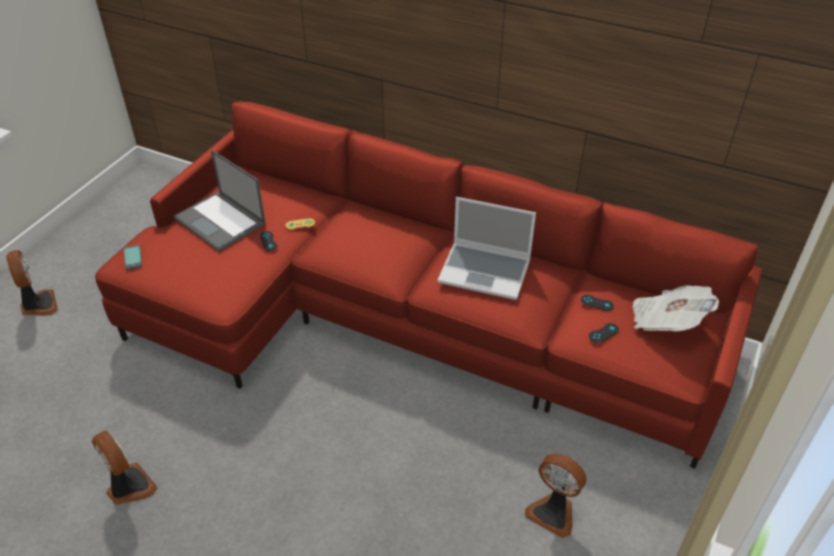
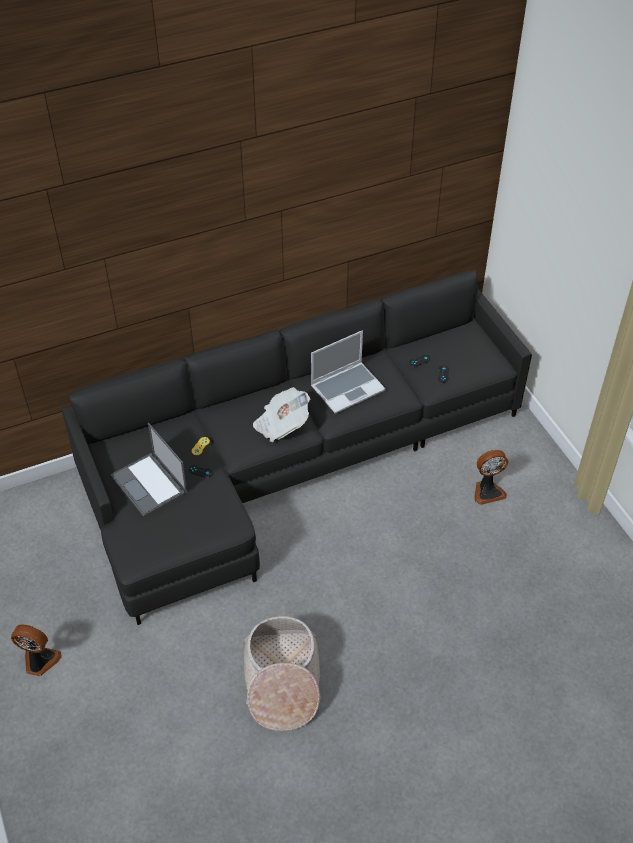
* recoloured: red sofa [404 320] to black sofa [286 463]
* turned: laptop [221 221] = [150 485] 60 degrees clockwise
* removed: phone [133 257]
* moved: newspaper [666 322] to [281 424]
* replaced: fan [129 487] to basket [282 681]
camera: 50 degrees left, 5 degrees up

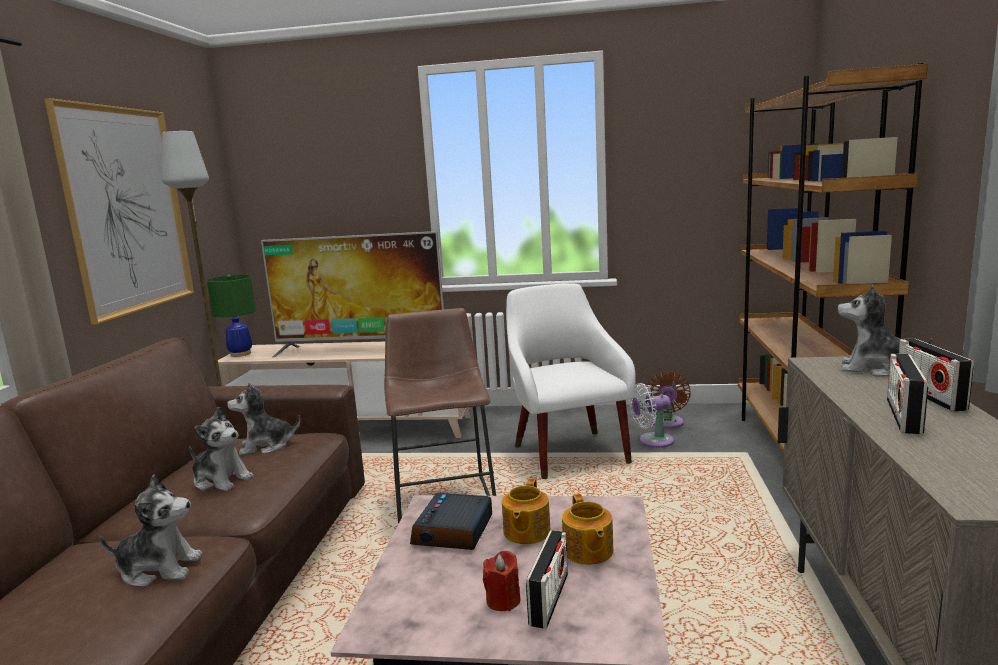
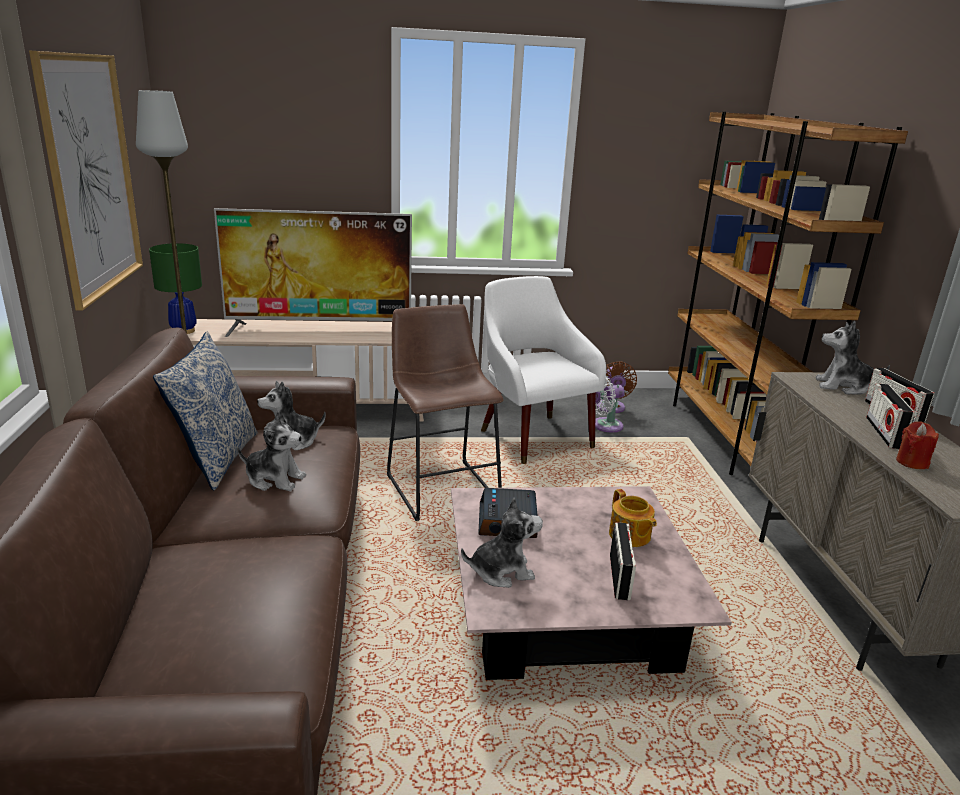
* moved: plush toy [159 569] to [501 571]
* removed: teapot [526 532]
* moved: red candle [503 600] to [912 462]
* added: pillow [216 459]
camera: 15 degrees left, 10 degrees up

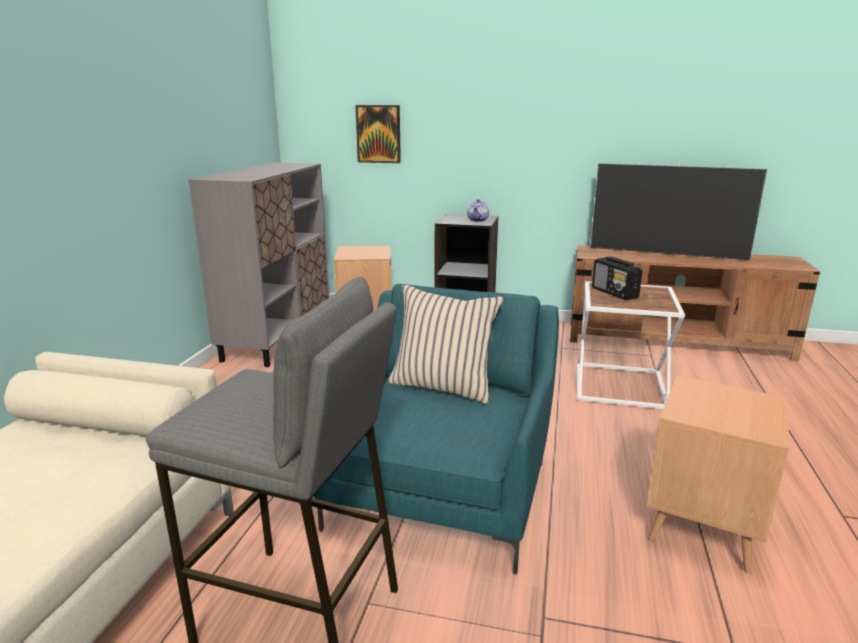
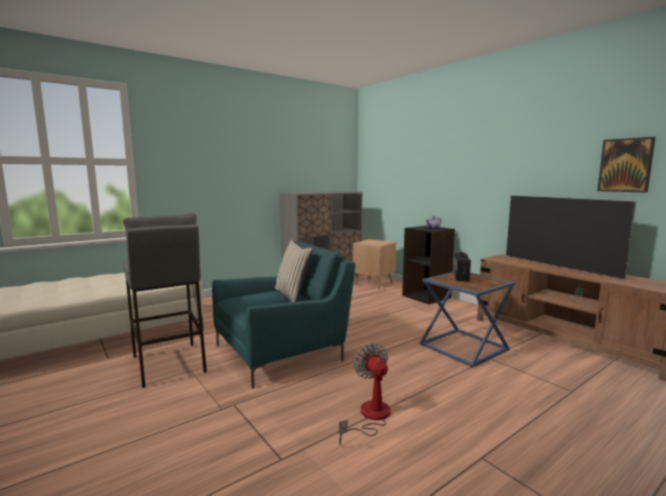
* moved: picture [378 134] to [625 165]
* recoloured: white side table [621 385] to blue side table [465 347]
* replaced: brown side table [702 529] to fan [370 417]
camera: 40 degrees right, 10 degrees down

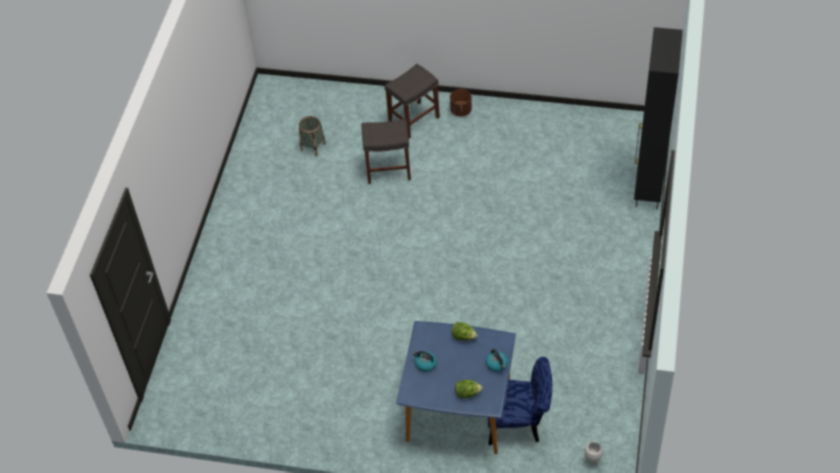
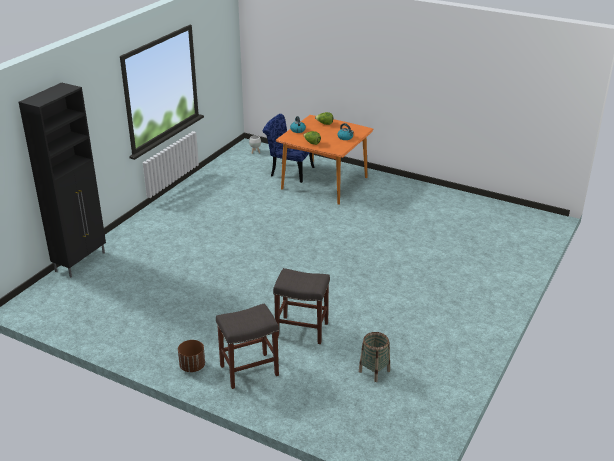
* recoloured: blue dining table [459 409] to orange dining table [324 183]
camera: 165 degrees left, 20 degrees down

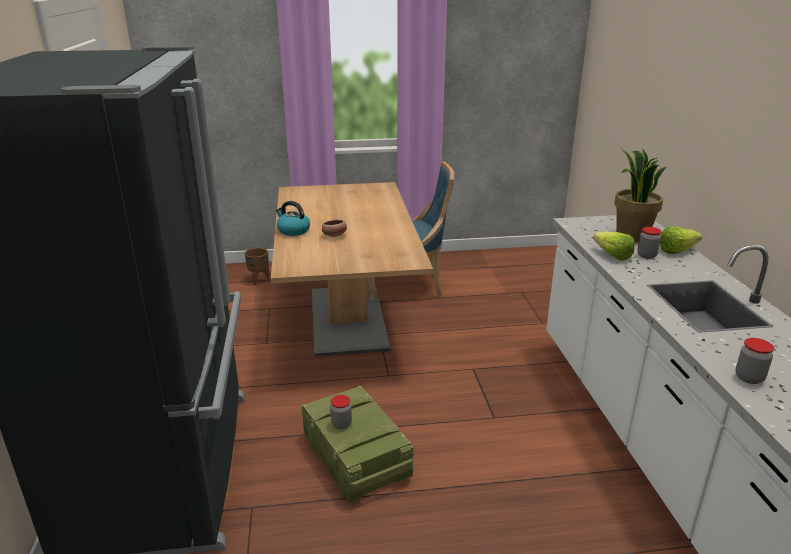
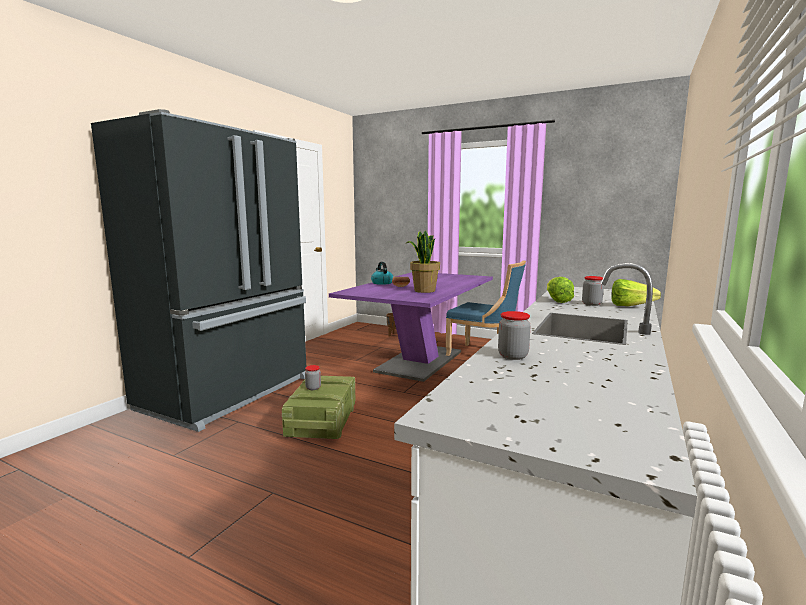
* moved: potted plant [631 236] to [424 291]
* recoloured: brown dining table [347 319] to purple dining table [420 361]
camera: 35 degrees right, 15 degrees down

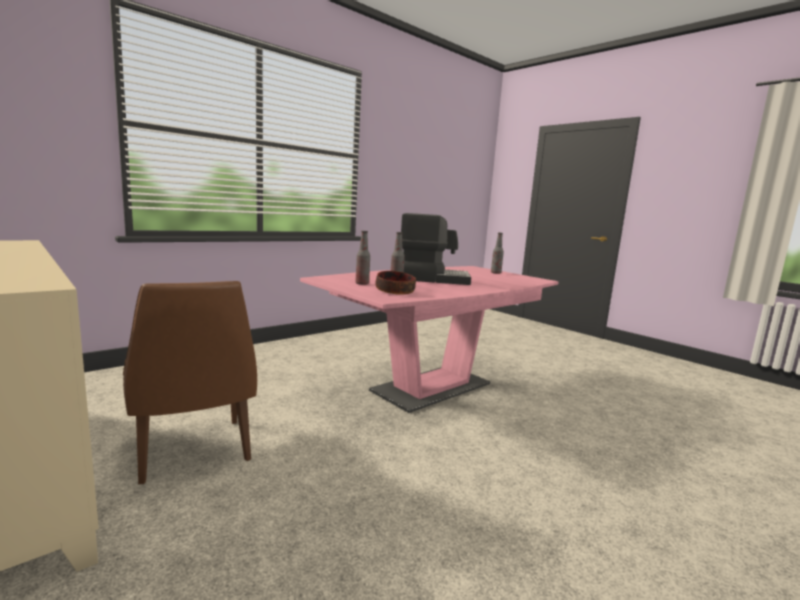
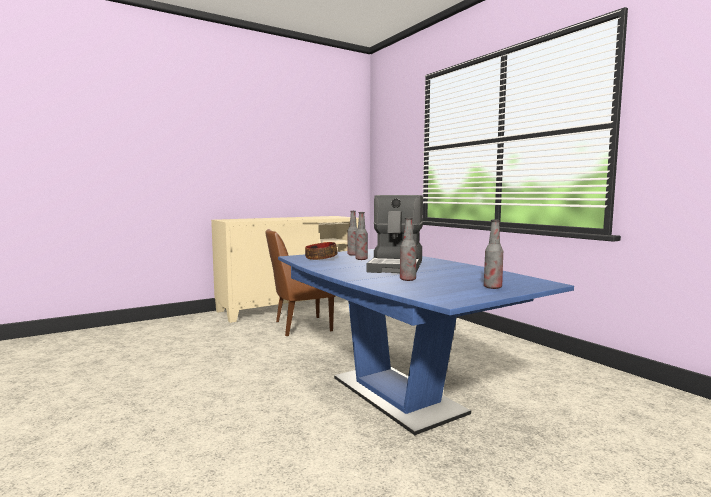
* recoloured: pink dining table [431 387] to blue dining table [396 395]
* added: bottle [407 279]
camera: 100 degrees right, 5 degrees down

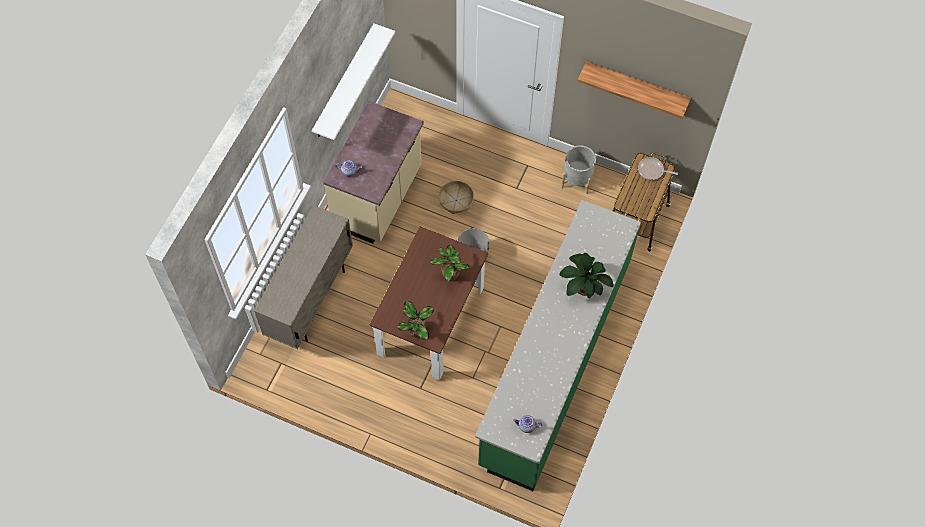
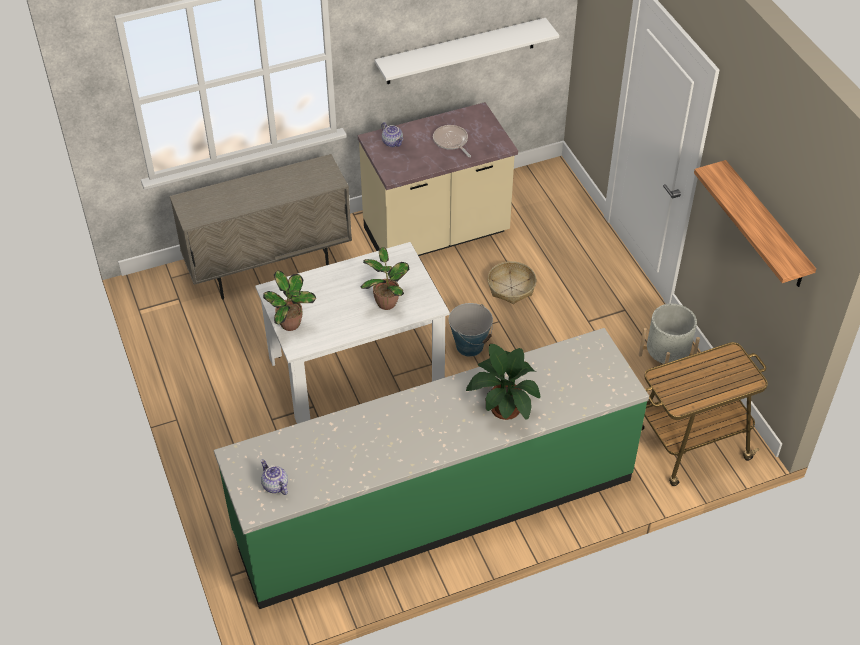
* moved: frying pan [652 170] to [451 142]
* recoloured: brown dining table [431 321] to white dining table [356 370]
camera: 45 degrees right, 15 degrees down

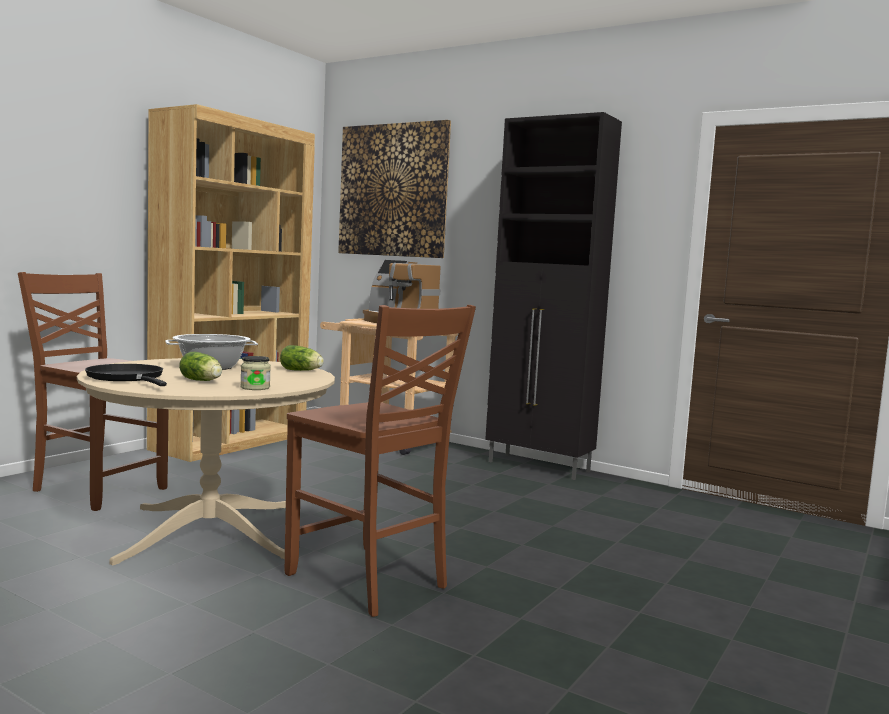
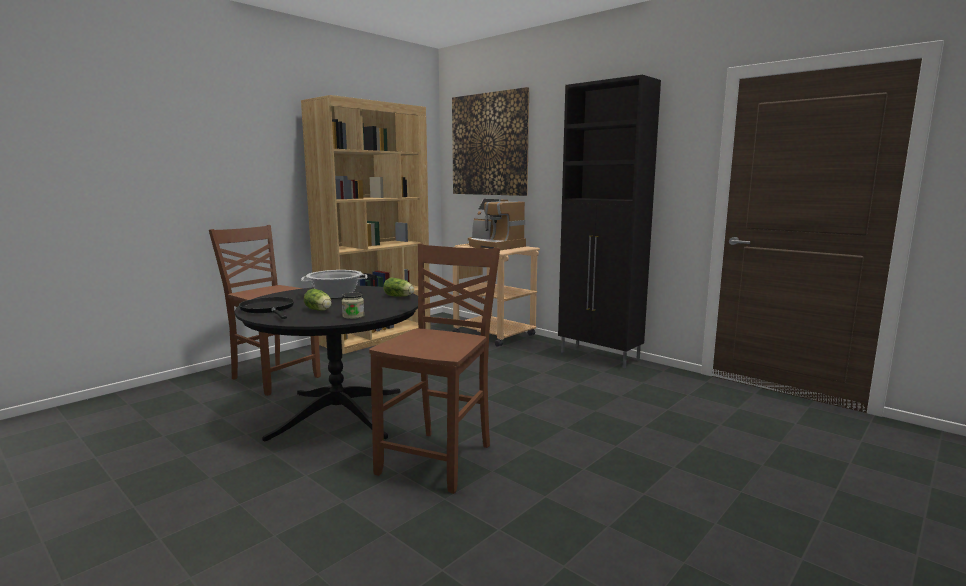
* turned: brown chair [369 581] = [439 459] 120 degrees counterclockwise
* recoloured: beige dining table [209 532] to black dining table [338 414]
camera: 10 degrees right, 5 degrees up

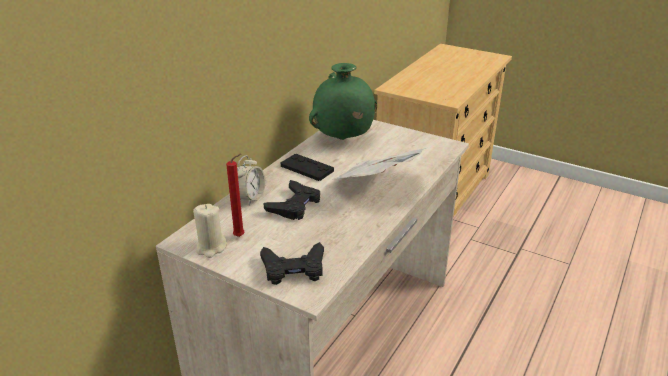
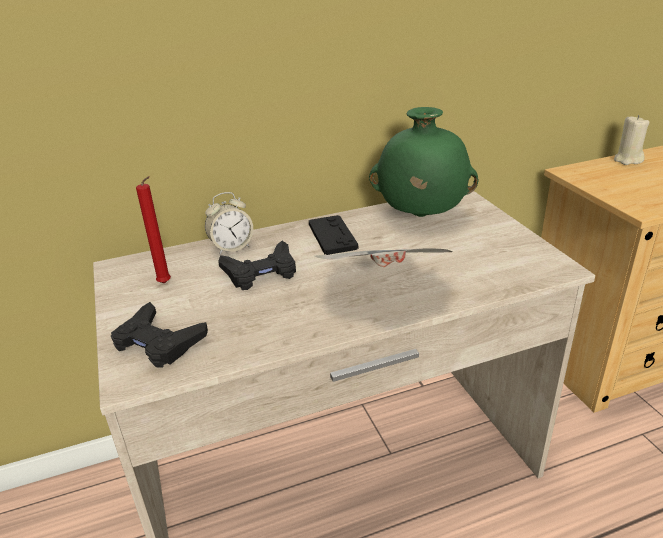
* moved: beige candle [211 248] to [627 160]
camera: 40 degrees right, 0 degrees up

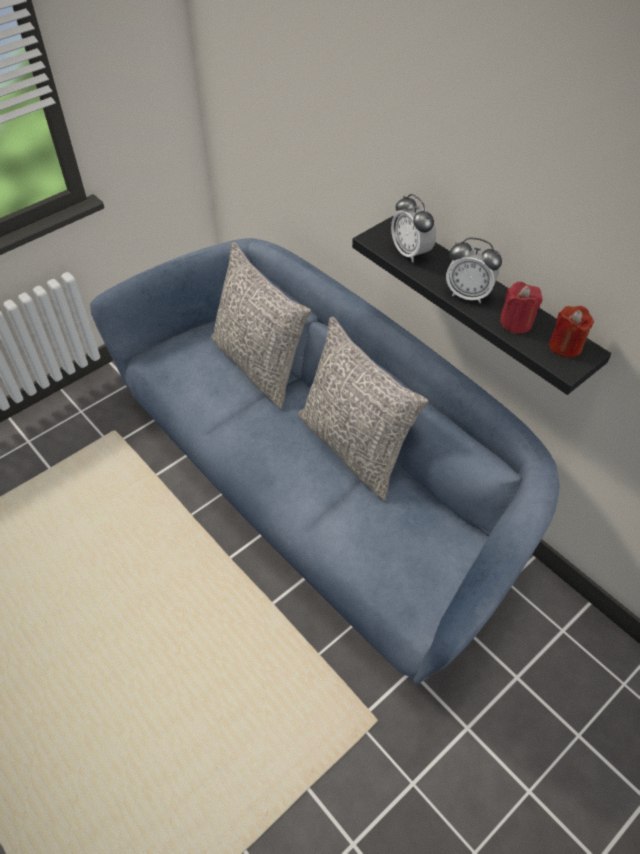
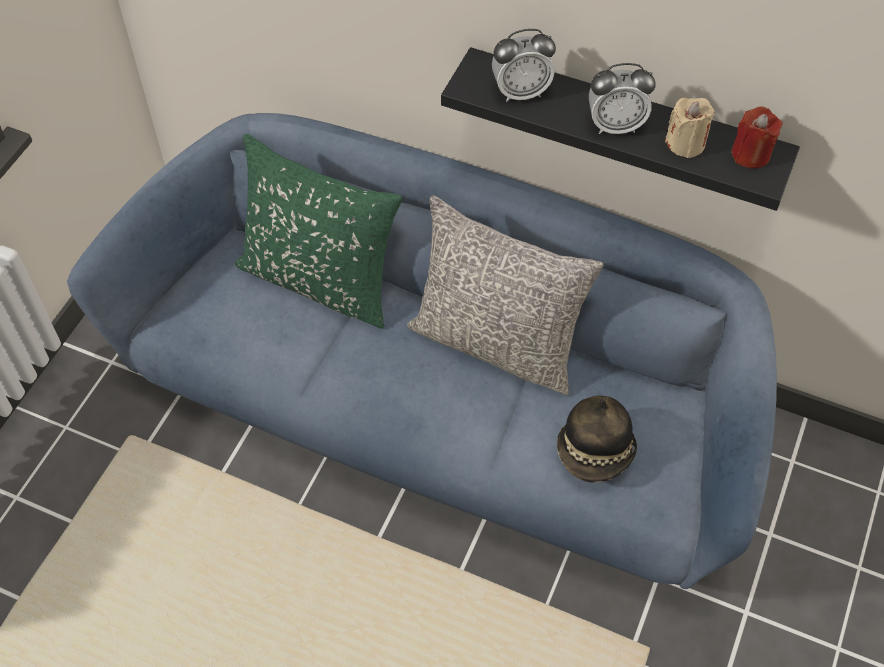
* turned: alarm clock [410 253] = [521 92] 45 degrees counterclockwise
* recoloured: grey pillow [259 365] to green pillow [320 280]
* recoloured: red candle [516 322] to beige candle [685 143]
* added: hat [596 452]
camera: 25 degrees left, 5 degrees up

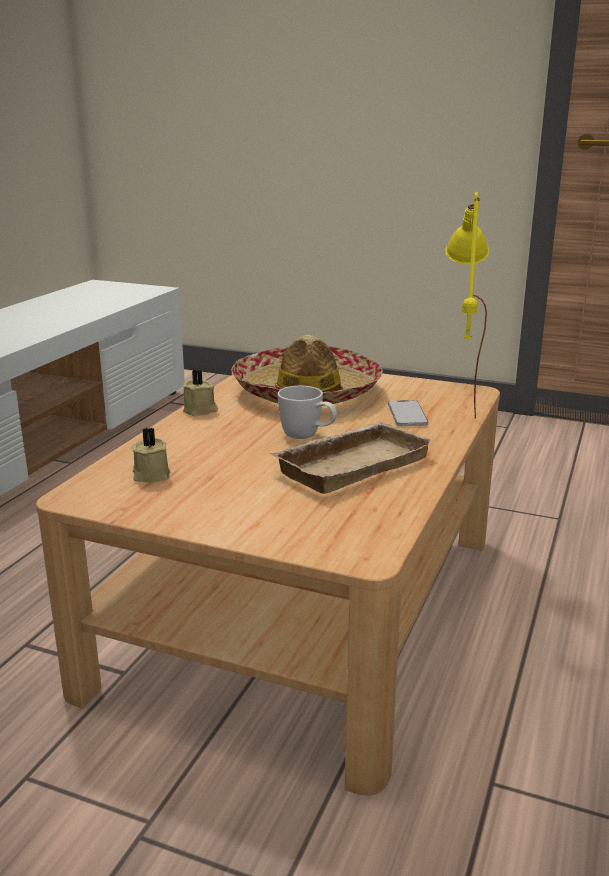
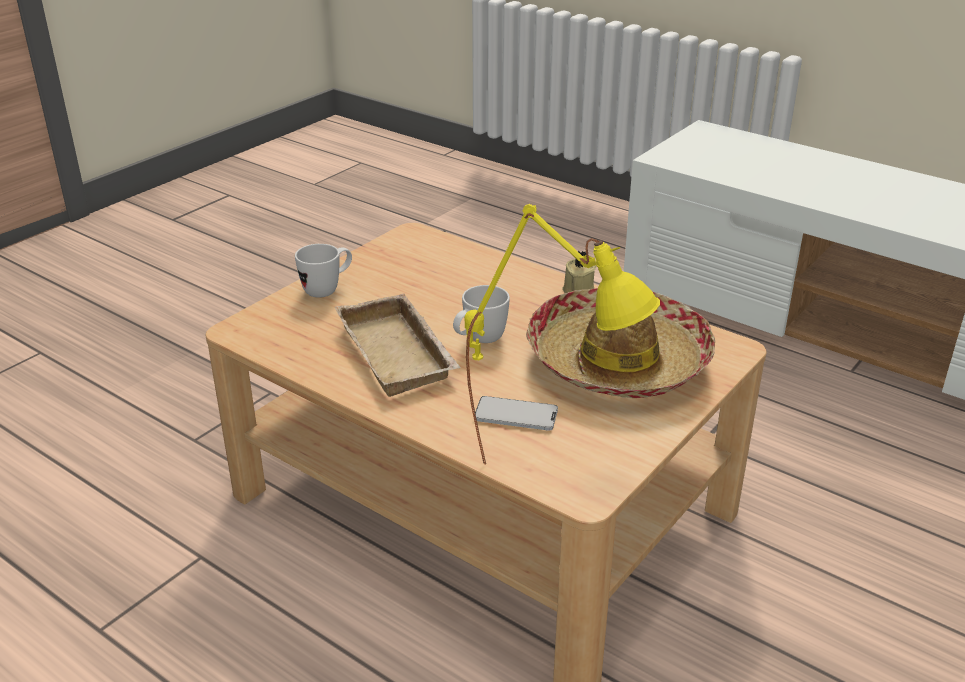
* removed: beige candle [151 475]
* added: white mug [327 289]
camera: 105 degrees right, 10 degrees up

